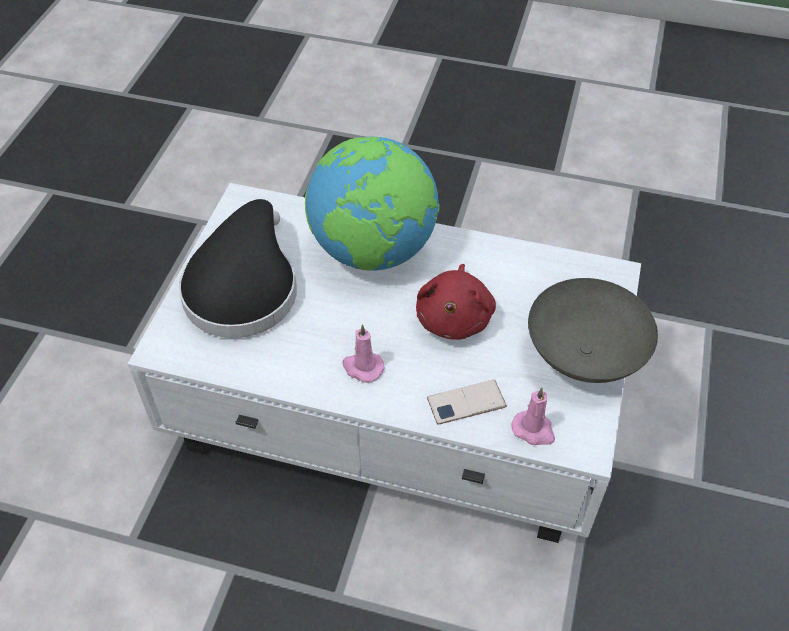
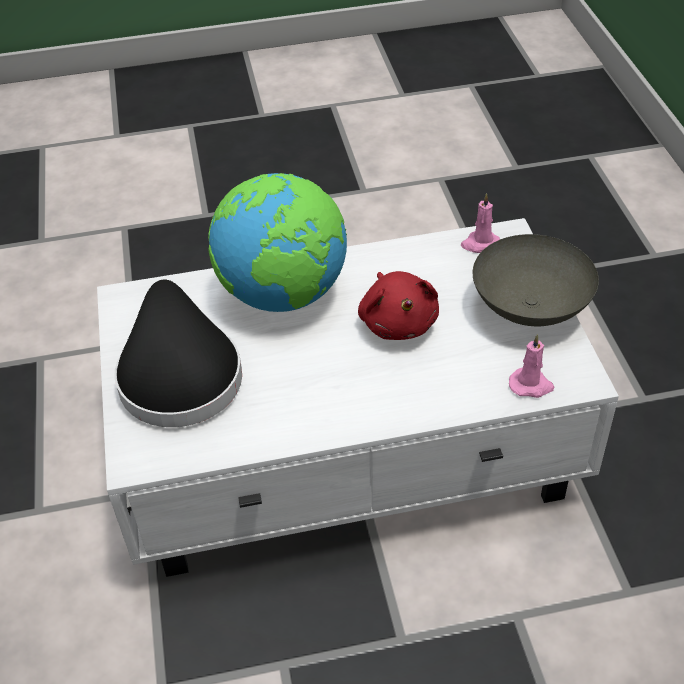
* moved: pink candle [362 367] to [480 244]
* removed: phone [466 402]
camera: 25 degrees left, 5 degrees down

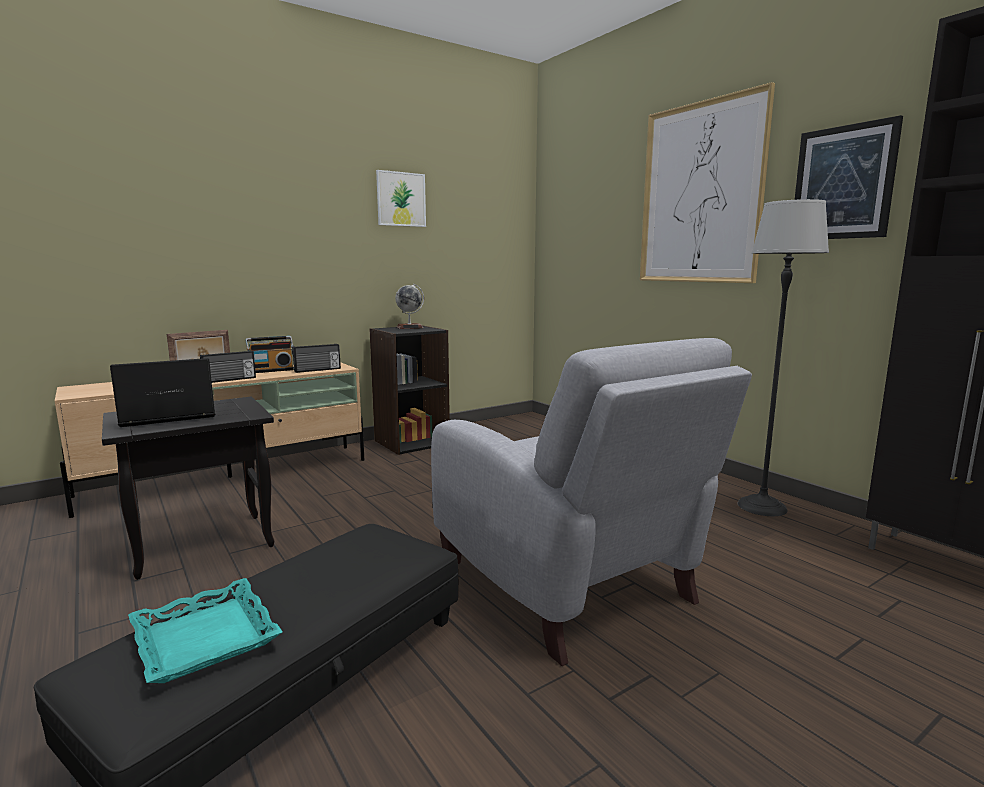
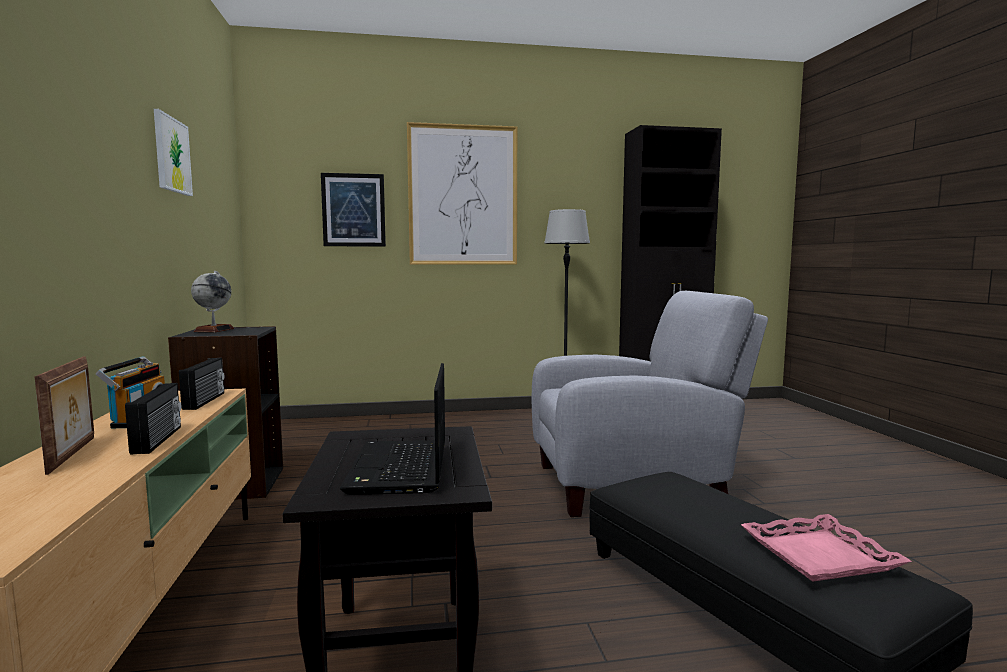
* moved: picture [843 183] to [353 210]
* recoloured: turquoise tray [206 637] to pink tray [819 555]
camera: 65 degrees left, 5 degrees down

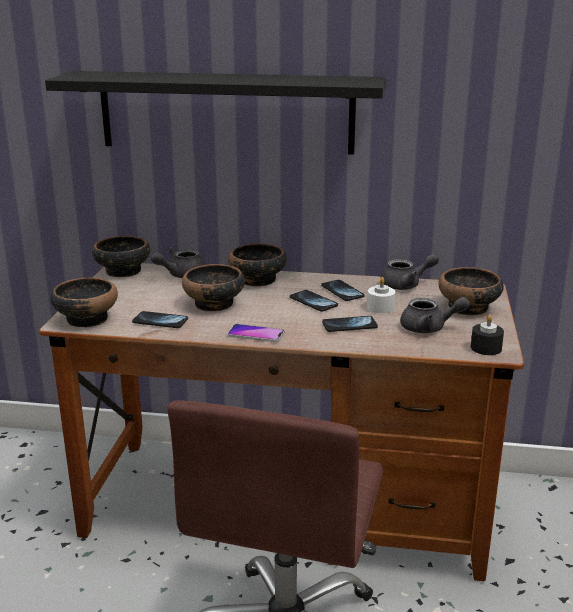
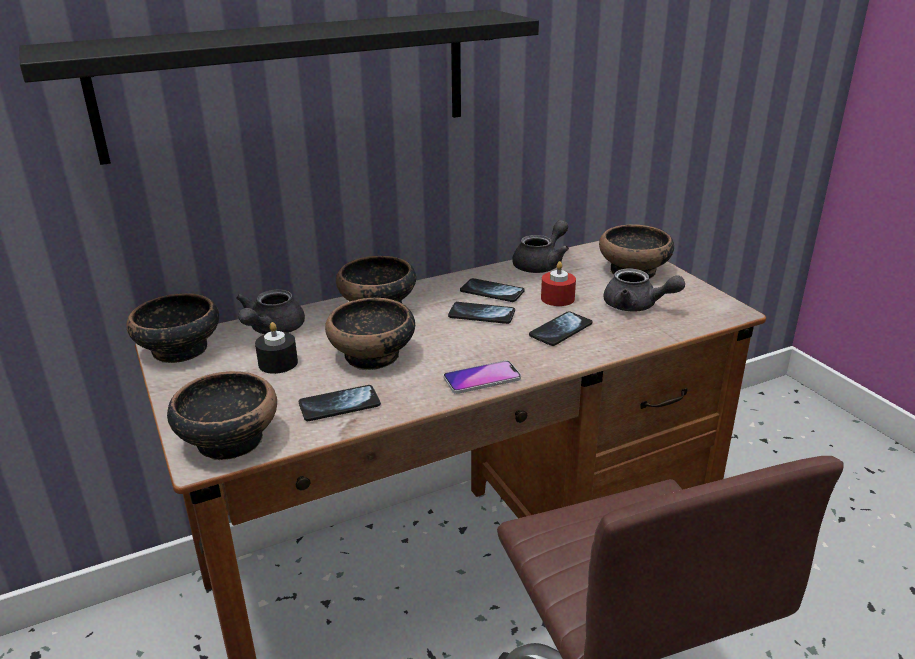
* recoloured: white candle [380 307] to red candle [557 298]
* turned: grey teapot [429 328] = [636 306] 60 degrees clockwise
* moved: black candle [486 348] to [278 363]
camera: 35 degrees left, 5 degrees up

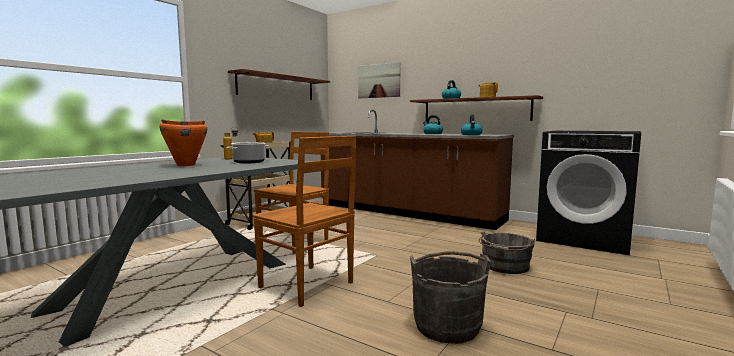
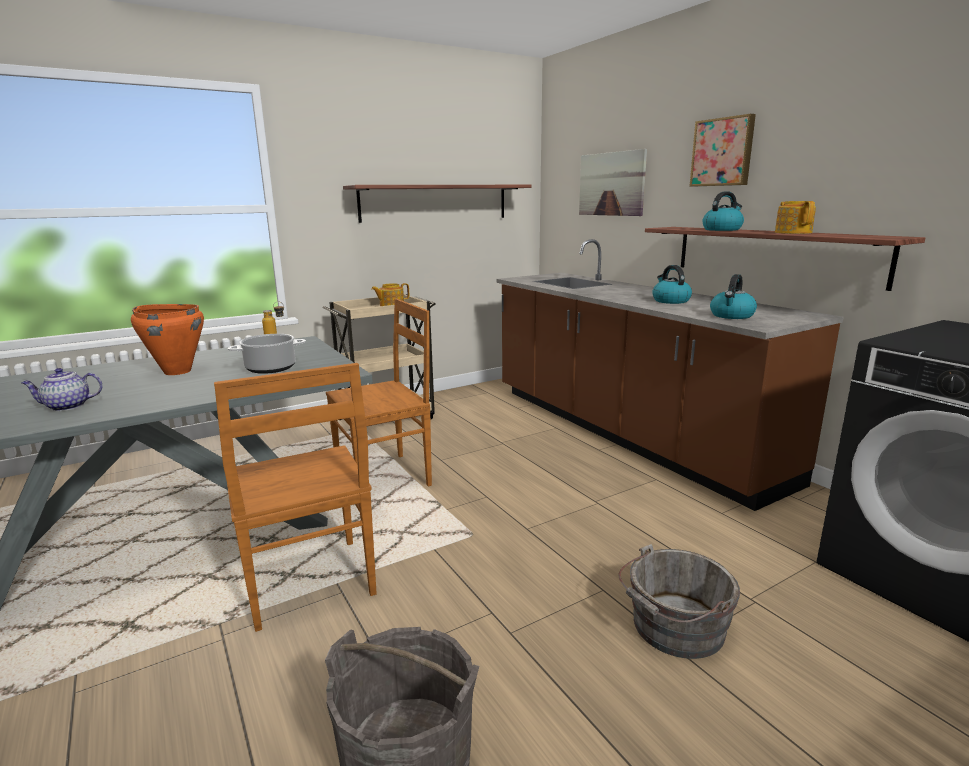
* added: picture [723 152]
* added: teapot [66 406]
camera: 25 degrees right, 10 degrees up

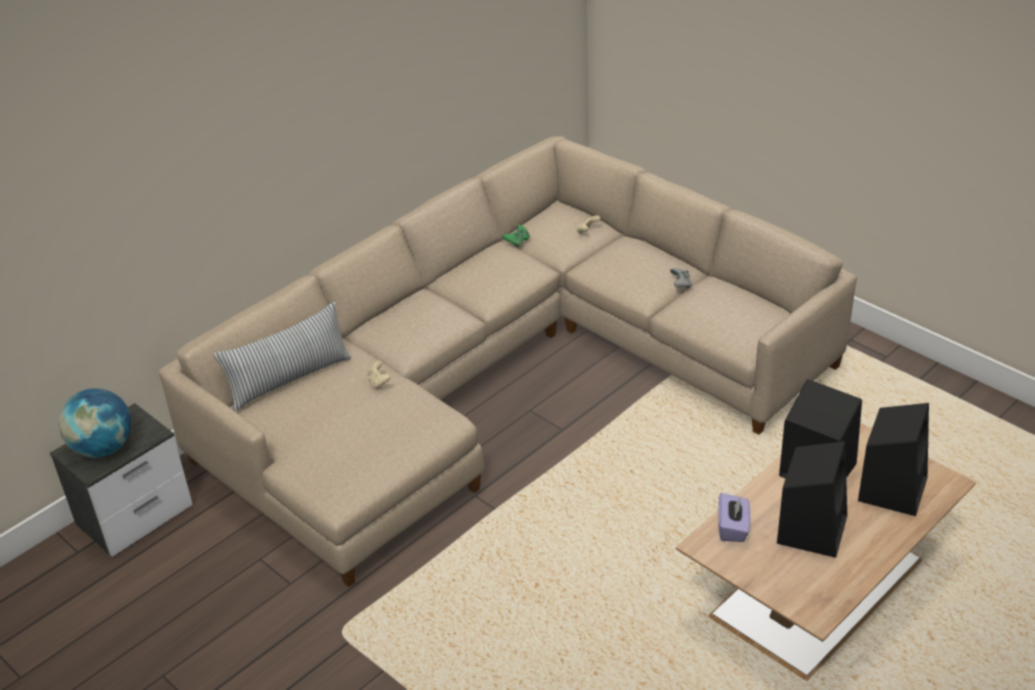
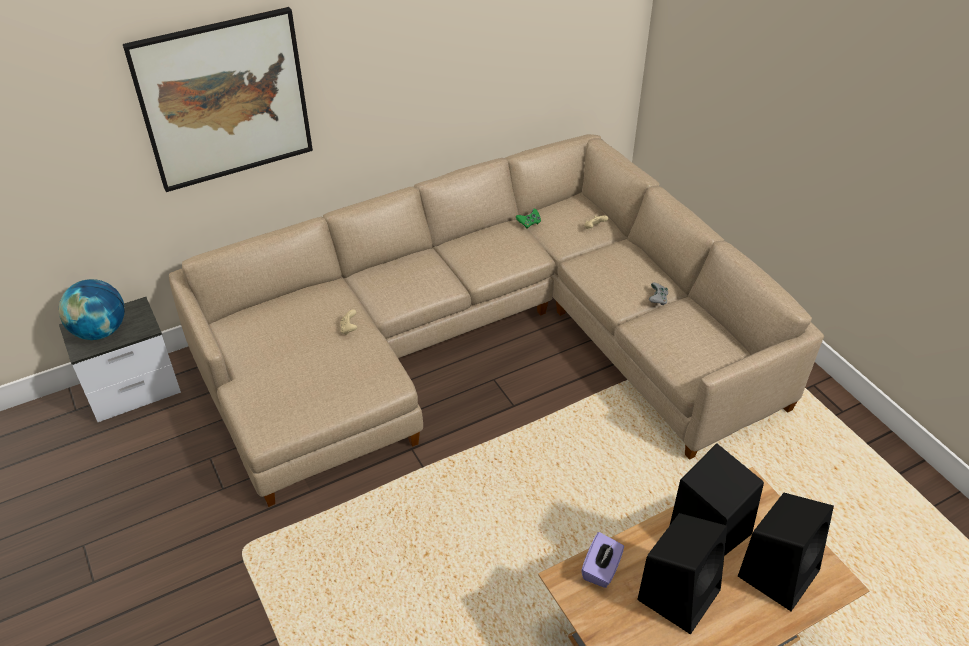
* removed: pillow [289 379]
* added: picture [224 100]
camera: 15 degrees right, 5 degrees up

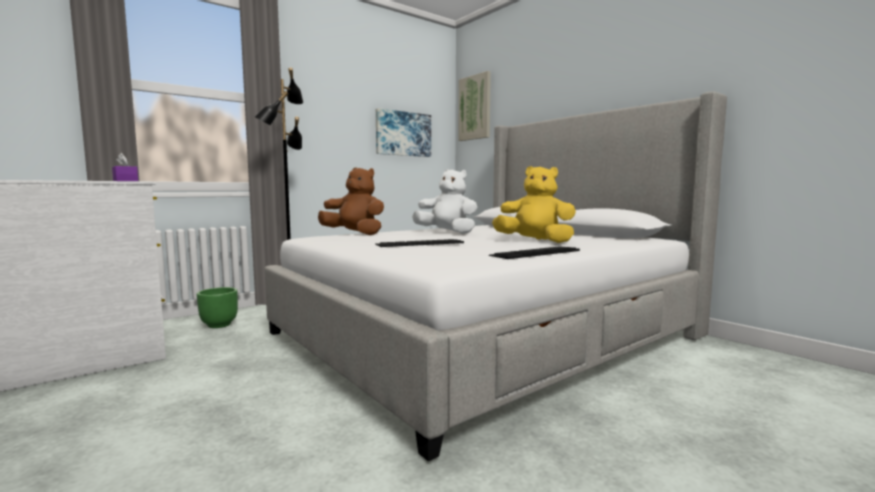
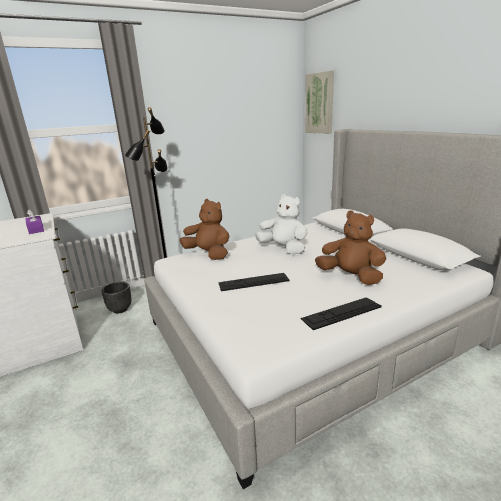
* removed: picture [403 134]
* recoloured: yellow plush toy [535 241] to brown plush toy [351 277]
* recoloured: green planter [219 325] to black planter [120 309]
camera: 10 degrees right, 15 degrees up

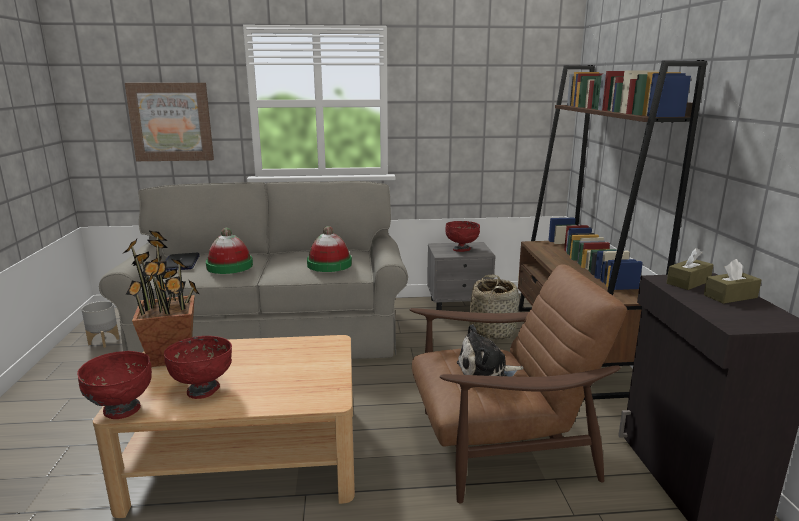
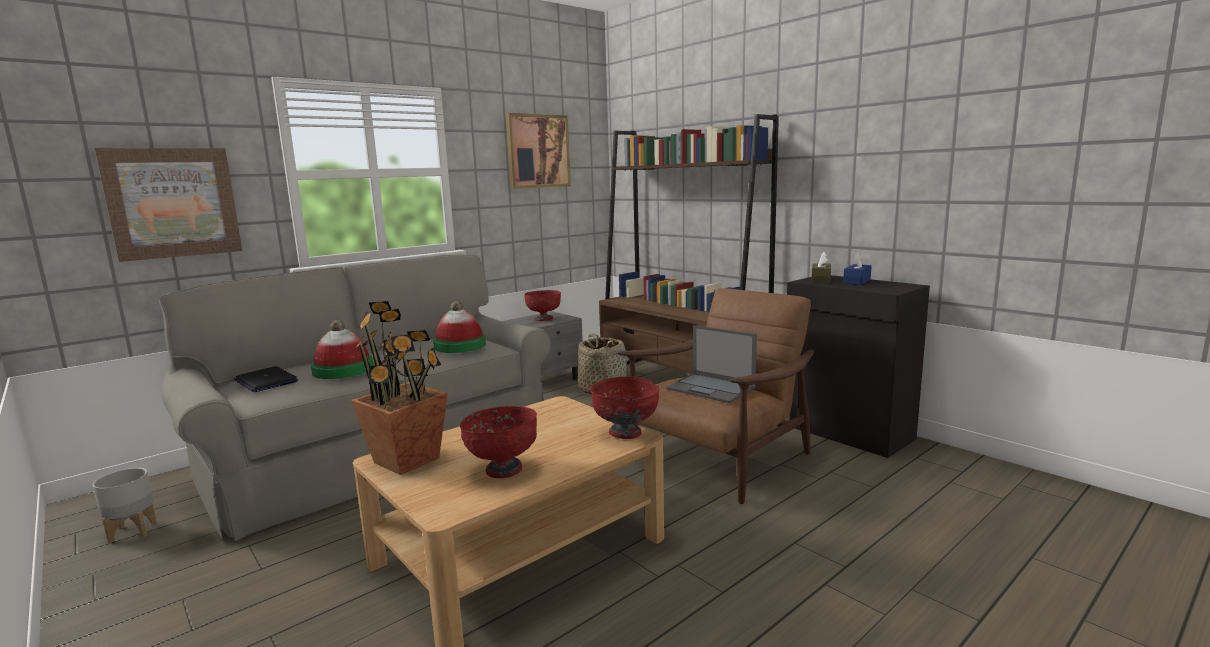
* recoloured: brown tissue box [730 296] to blue tissue box [857 281]
* replaced: plush toy [486 373] to laptop [712 388]
* moved: red bowl [121 410] to [625 433]
* added: picture [538 151]
camera: 35 degrees left, 5 degrees down

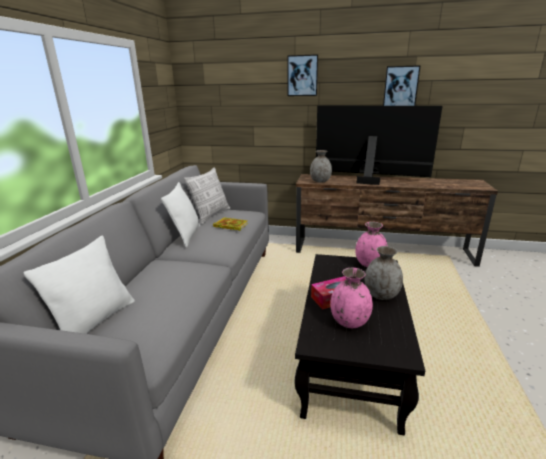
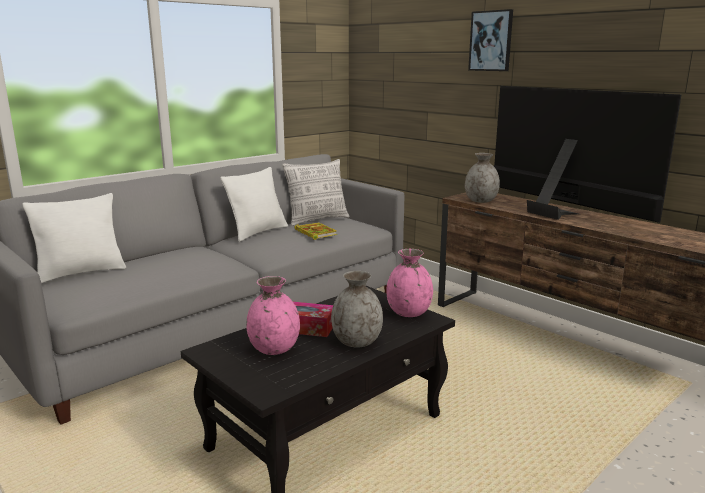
* removed: picture [400 87]
camera: 35 degrees right, 5 degrees down

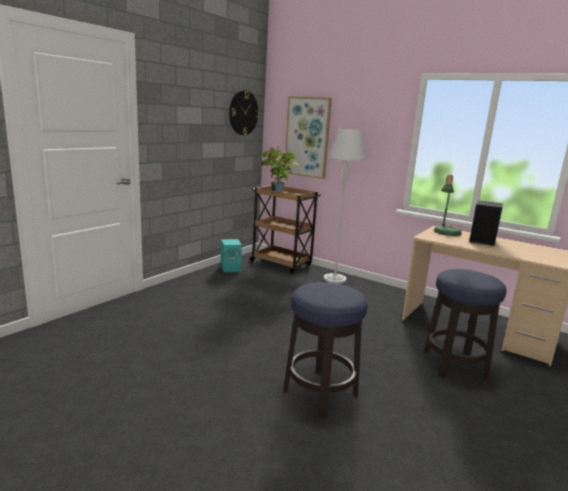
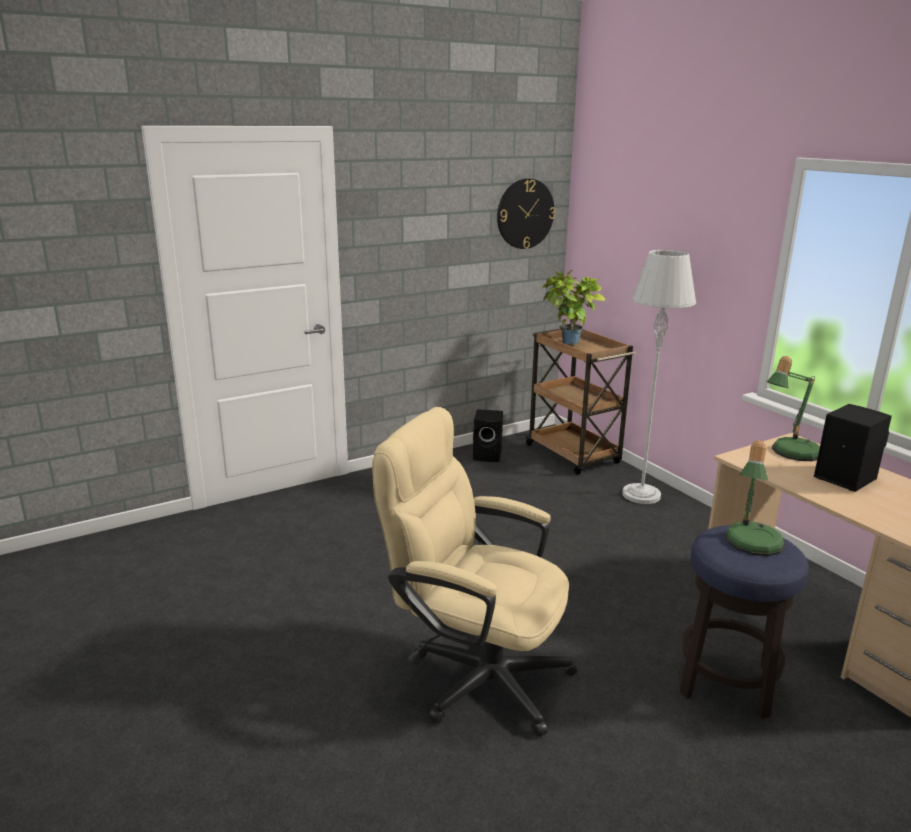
* removed: picture [307 137]
* recoloured: turquoise speaker [231 269] to black speaker [488 455]
* replaced: stool [320 392] to beige office chair [475 674]
* added: table lamp [751 545]
camera: 25 degrees right, 5 degrees up

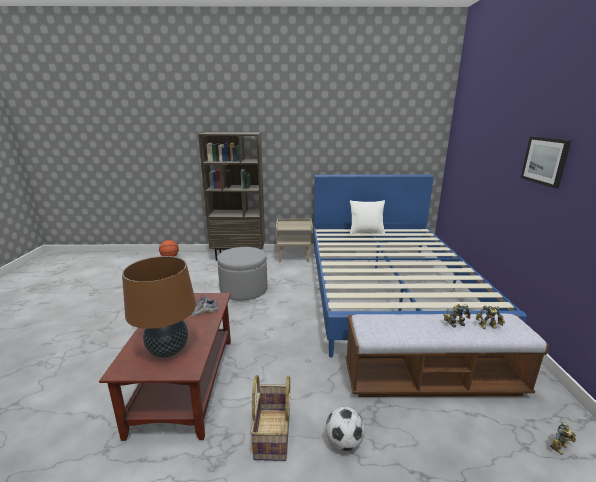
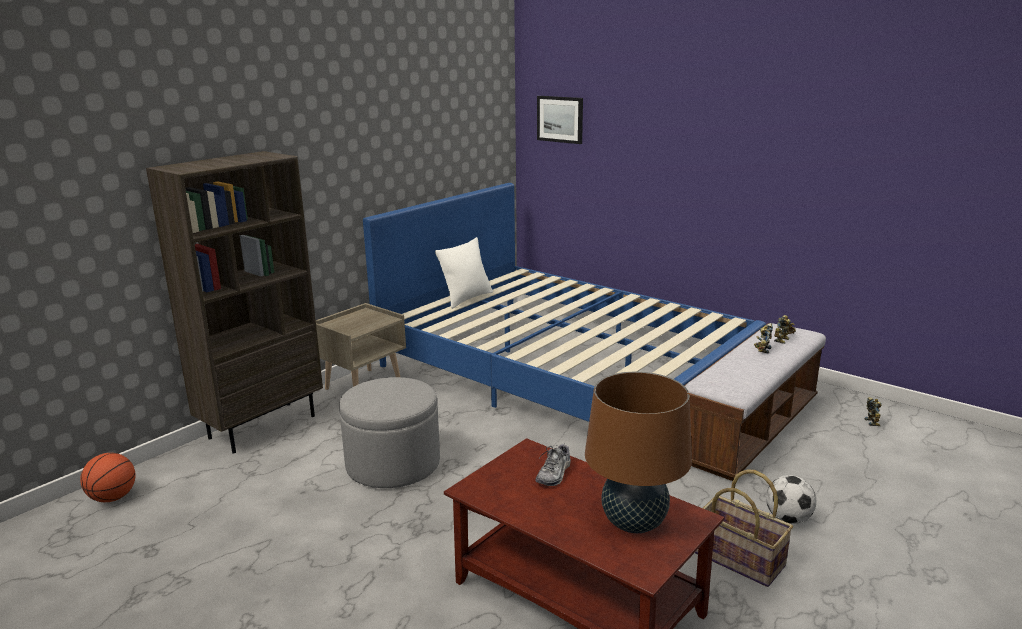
* moved: picture [545 161] to [560 119]
camera: 50 degrees left, 0 degrees up

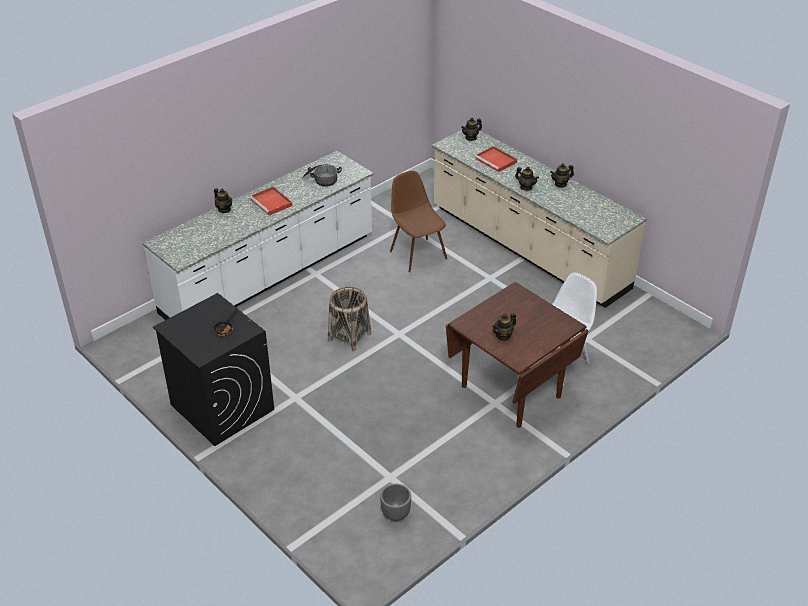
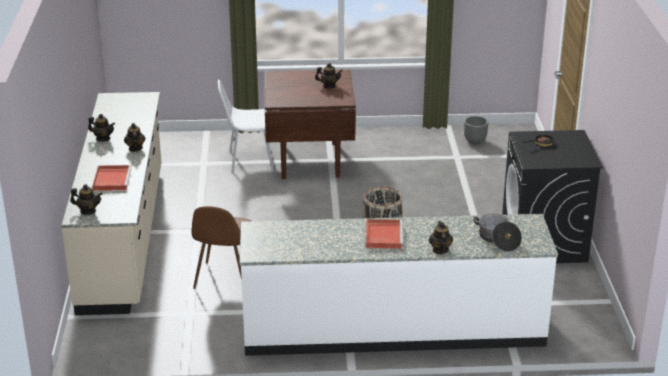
* moved: cooking pot [321 180] to [498 239]
camera: 140 degrees left, 10 degrees down

